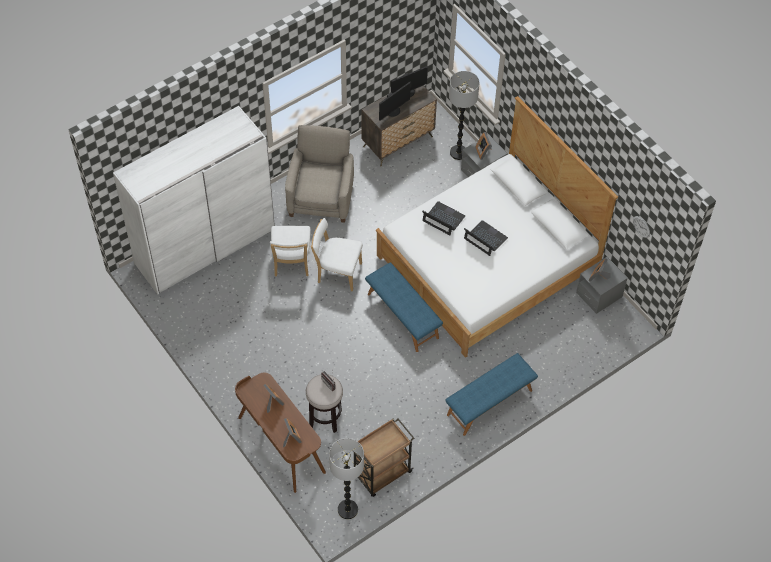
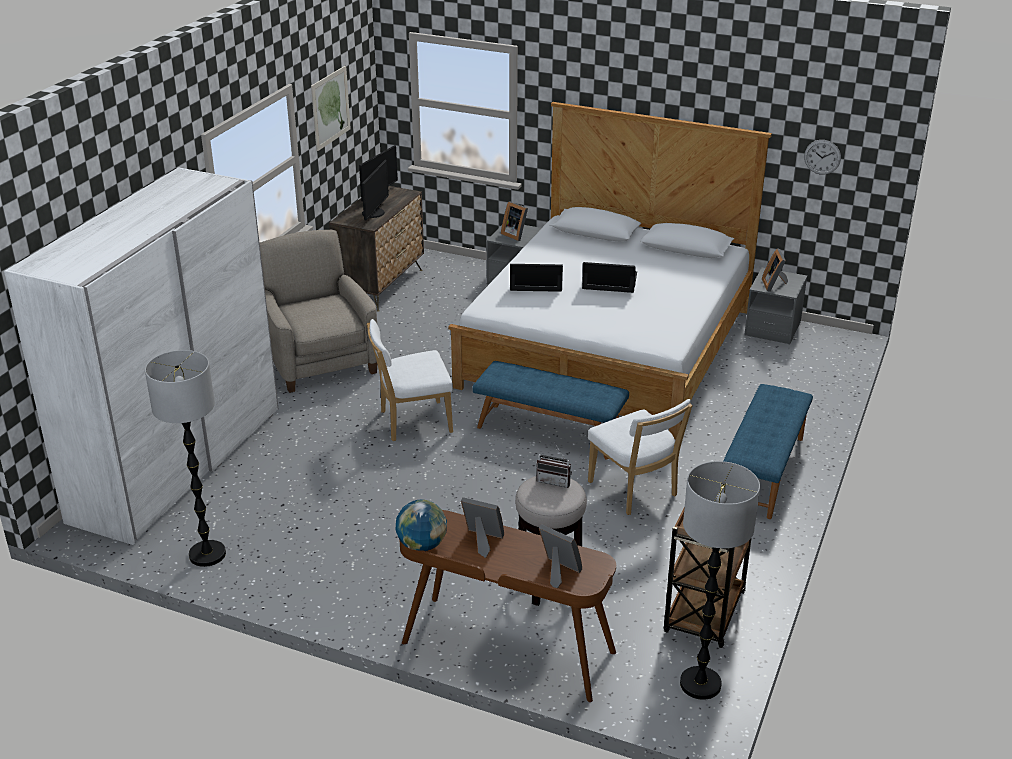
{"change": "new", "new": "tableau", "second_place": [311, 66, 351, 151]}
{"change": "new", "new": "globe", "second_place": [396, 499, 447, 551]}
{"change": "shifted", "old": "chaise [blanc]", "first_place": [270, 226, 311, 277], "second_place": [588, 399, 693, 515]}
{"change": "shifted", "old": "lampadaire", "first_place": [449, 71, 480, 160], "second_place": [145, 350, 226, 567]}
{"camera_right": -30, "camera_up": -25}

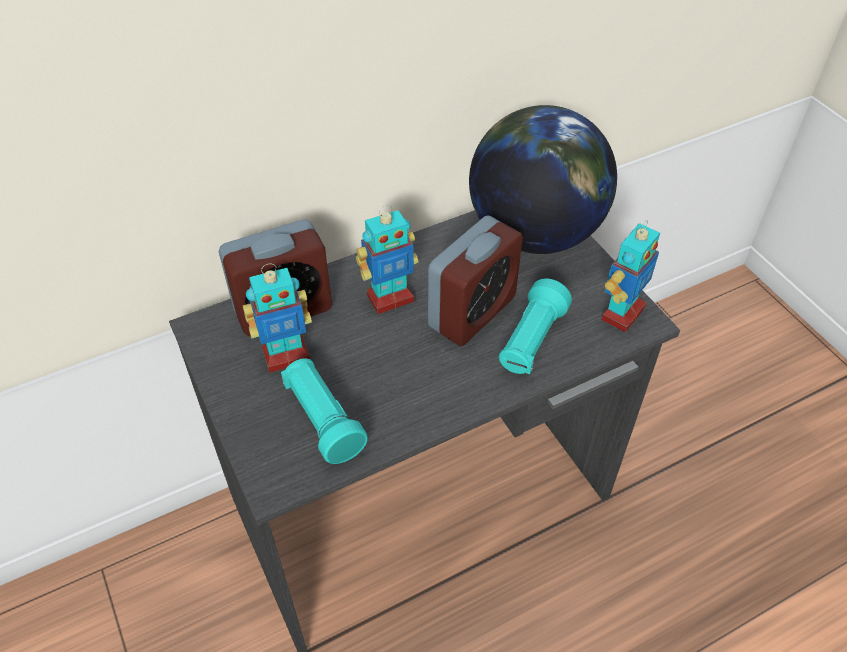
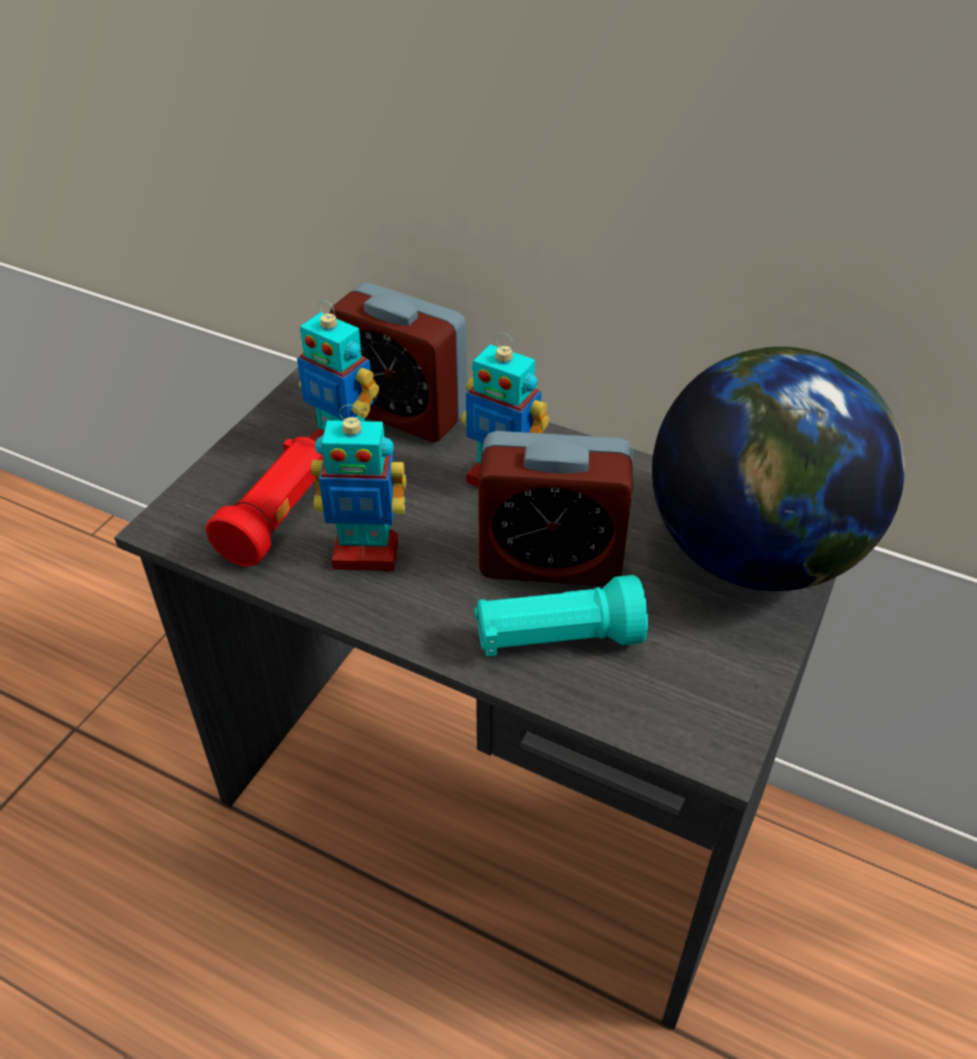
{"change": "shifted", "old": "robot jouet", "first_place": [602, 220, 660, 333], "second_place": [311, 405, 406, 571]}
{"change": "repainted", "old": "lampe de poche [turquoise]", "new": "lampe de poche [rouge]", "first_place": [281, 358, 368, 464], "second_place": [206, 437, 324, 566]}
{"camera_right": 55, "camera_up": -5}

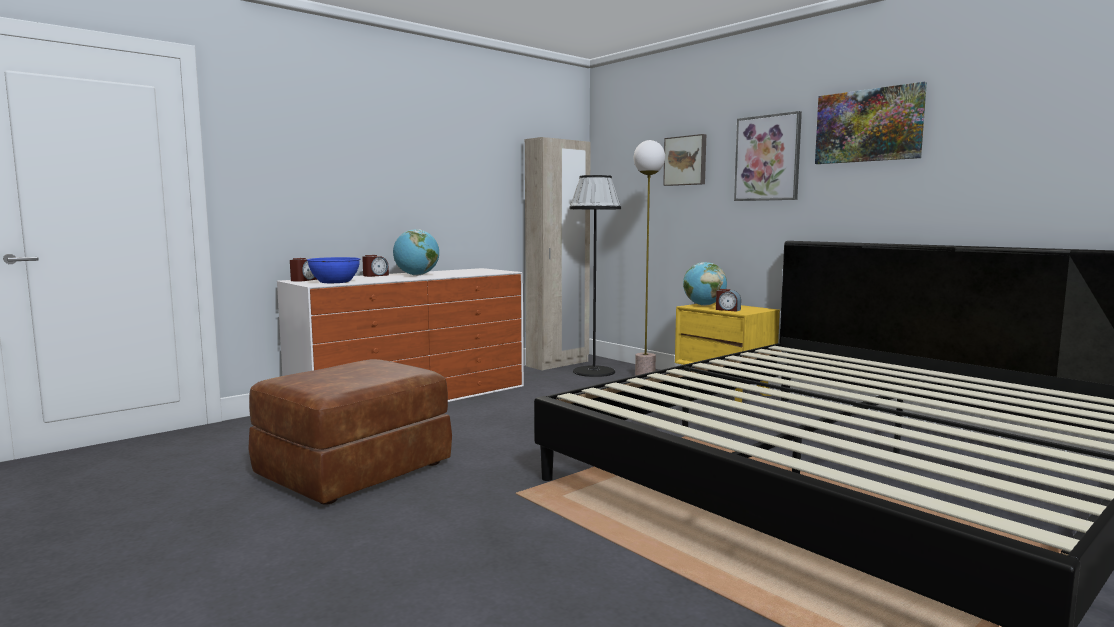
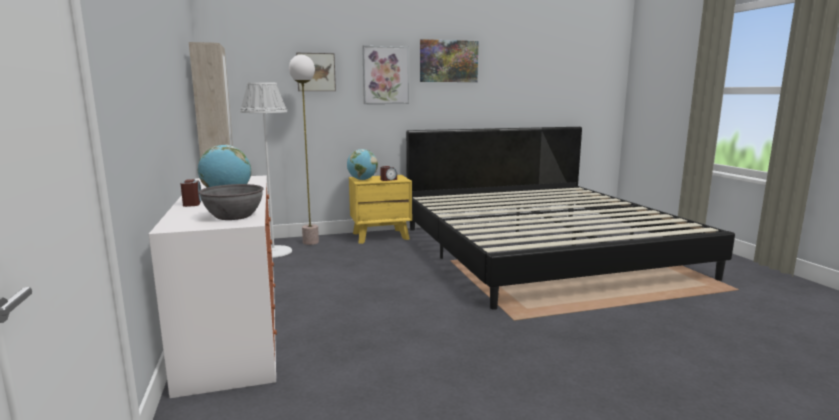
{"change": "gone", "old": "pouf [marron]", "first_place": [248, 359, 452, 505]}
{"change": "gone", "old": "réveil", "first_place": [290, 258, 317, 282]}
{"change": "repainted", "old": "bol [bleu]", "new": "bol [gris]", "first_place": [307, 257, 360, 283], "second_place": [199, 184, 264, 220]}
{"change": "repainted", "old": "lampadaire [noir]", "new": "lampadaire [blanc]", "first_place": [570, 175, 621, 377], "second_place": [240, 82, 292, 258]}
{"camera_right": -65, "camera_up": 5}

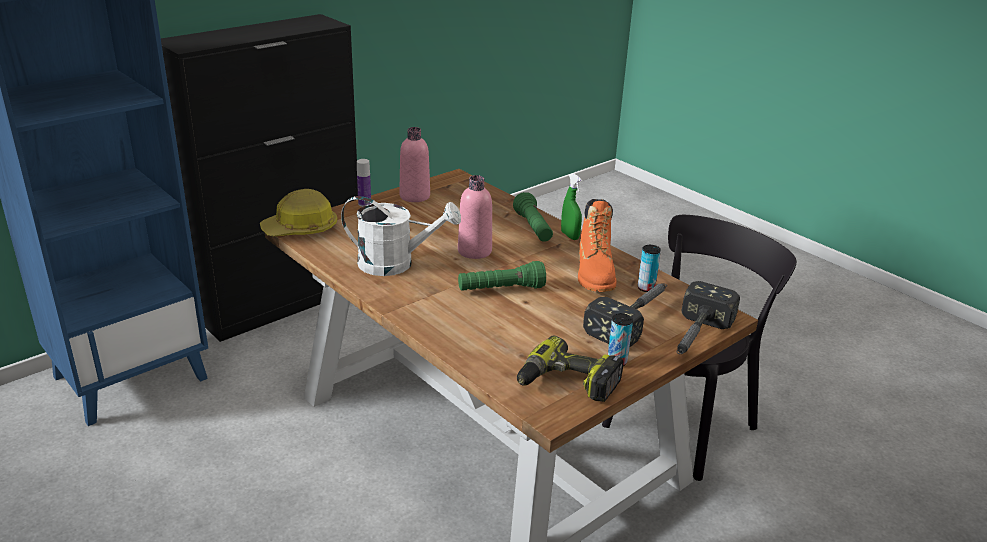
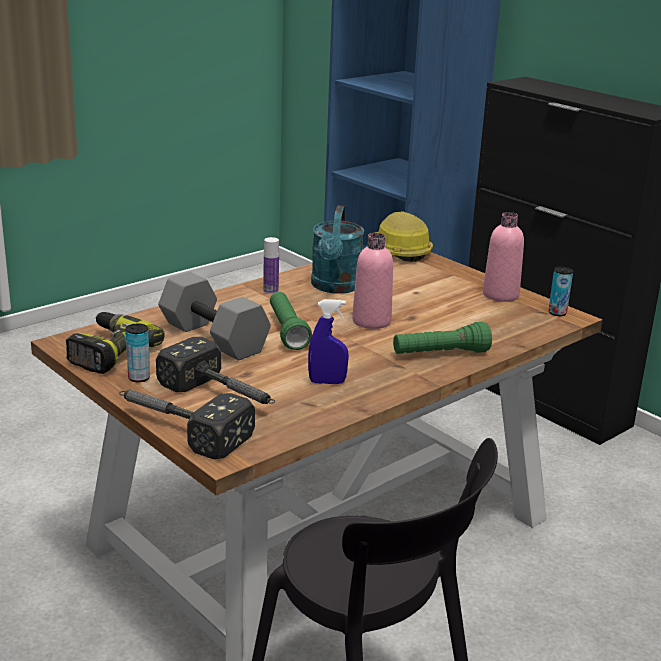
{"change": "gone", "old": "vaporisateur [vert]", "first_place": [561, 173, 582, 240]}
{"change": "new", "new": "haltère [gris]", "second_place": [158, 272, 271, 361]}
{"change": "shifted", "old": "bouteille", "first_place": [357, 159, 371, 207], "second_place": [263, 237, 279, 294]}
{"change": "shifted", "old": "boîte métallique", "first_place": [638, 245, 661, 292], "second_place": [549, 267, 573, 316]}
{"change": "swapped", "old": "botte [orange]", "new": "vaporisateur [bleu]", "first_place": [578, 199, 617, 292], "second_place": [308, 299, 349, 384]}
{"change": "repainted", "old": "arrosoir [blanc]", "new": "arrosoir [turquoise]", "first_place": [341, 196, 461, 276], "second_place": [311, 206, 364, 294]}
{"camera_right": 90, "camera_up": -5}

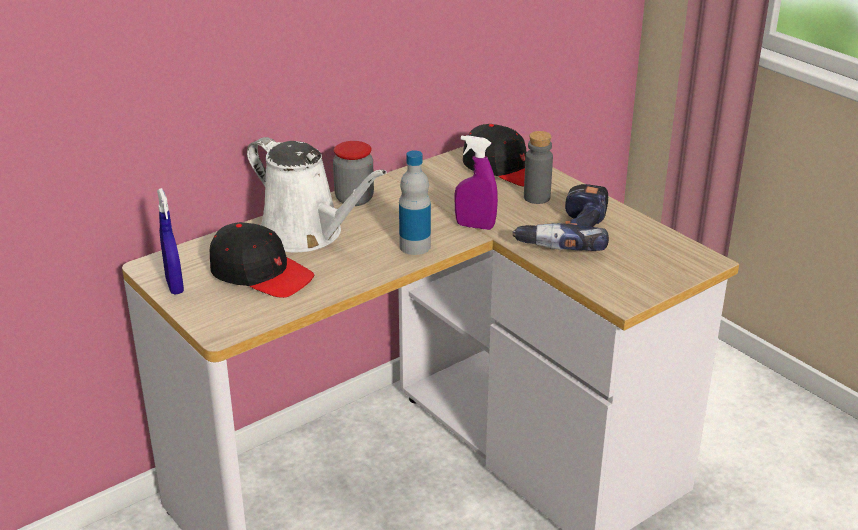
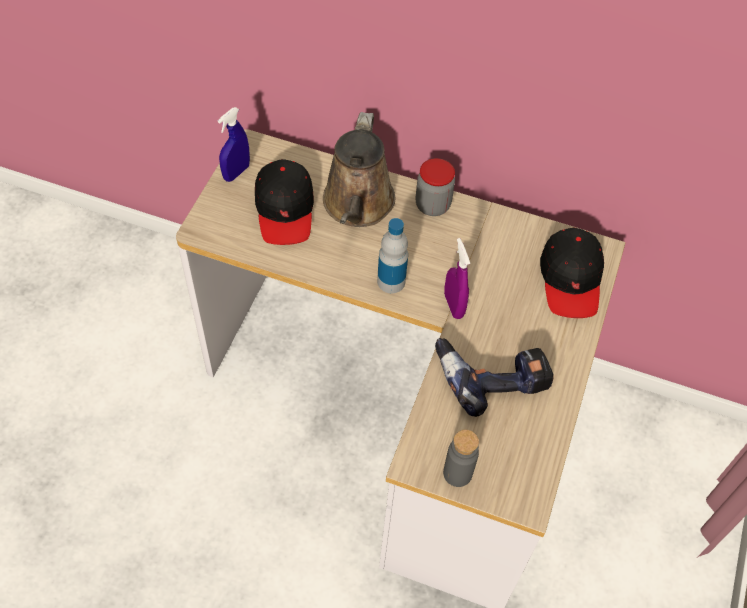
{"change": "shifted", "old": "bouteille [gris]", "first_place": [524, 131, 553, 204], "second_place": [443, 430, 479, 487]}
{"change": "repainted", "old": "arrosoir [blanc]", "new": "arrosoir [marron]", "first_place": [247, 137, 387, 252], "second_place": [323, 112, 395, 227]}
{"camera_right": 55, "camera_up": 25}

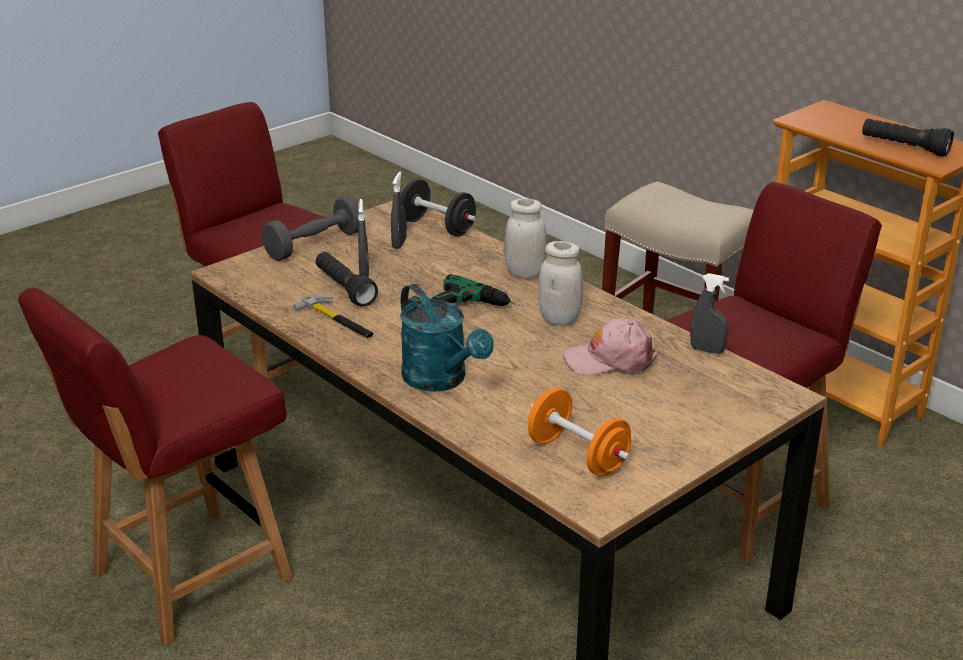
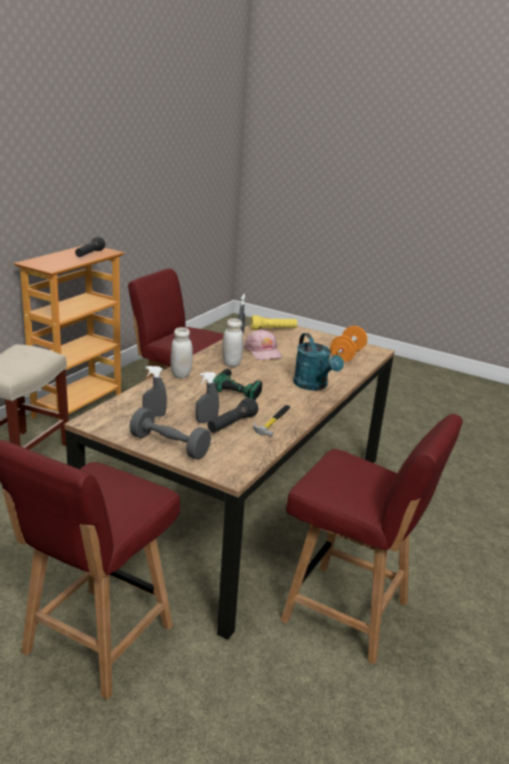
{"change": "gone", "old": "haltère [noir]", "first_place": [400, 179, 476, 237]}
{"change": "new", "new": "lampe de poche [jaune]", "second_place": [251, 315, 297, 330]}
{"change": "rotated", "old": "arrosoir [turquoise]", "first_place": [400, 284, 494, 392], "second_place": [293, 333, 344, 391], "degrees": 120}
{"camera_right": -110, "camera_up": -5}

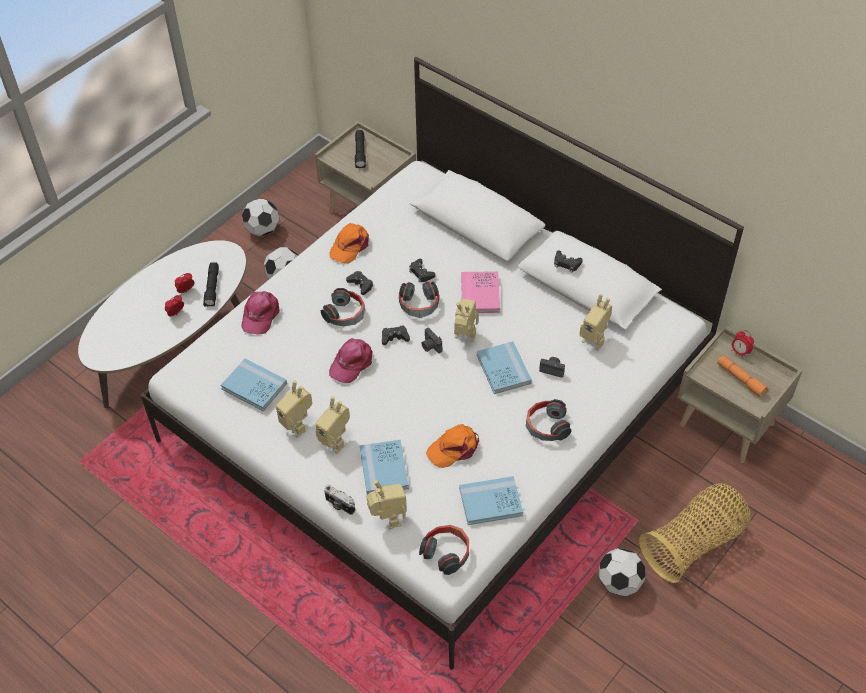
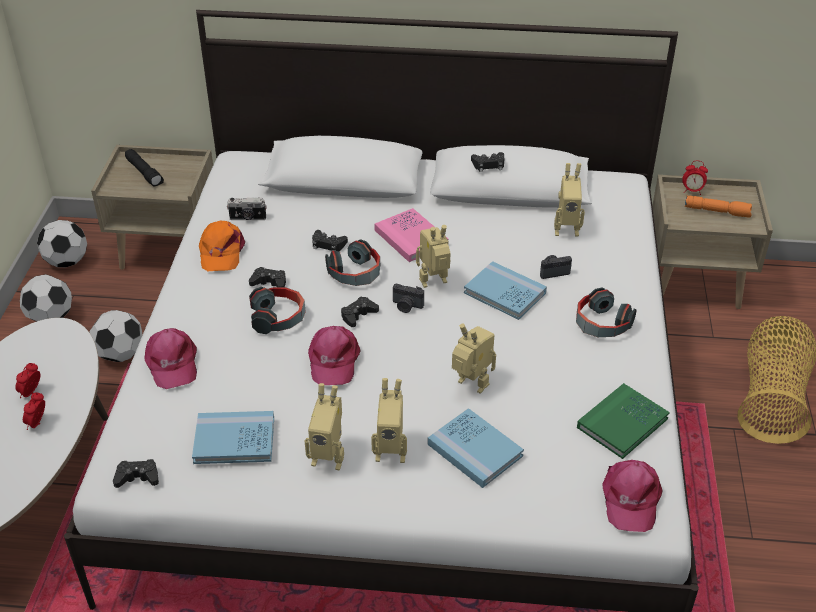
{"change": "gone", "old": "lampe de poche [noir]", "first_place": [203, 262, 219, 307]}
{"change": "gone", "old": "casquette [orange]", "first_place": [426, 424, 479, 468]}
{"change": "new", "new": "manette [noir]", "second_place": [113, 459, 159, 488]}
{"change": "shifted", "old": "appareil photo", "first_place": [324, 485, 355, 515], "second_place": [227, 198, 267, 220]}
{"change": "shifted", "old": "robot jouet", "first_place": [367, 480, 407, 529], "second_place": [452, 324, 496, 394]}
{"change": "shifted", "old": "ballon de foot", "first_place": [599, 548, 646, 596], "second_place": [37, 220, 87, 267]}
{"change": "swapped", "old": "casque audio", "new": "casquette [rose]", "first_place": [419, 525, 469, 575], "second_place": [603, 460, 663, 532]}
{"change": "repainted", "old": "livre [bleu]", "new": "livre [vert]", "first_place": [460, 476, 523, 525], "second_place": [577, 383, 670, 459]}
{"camera_right": -35, "camera_up": -10}

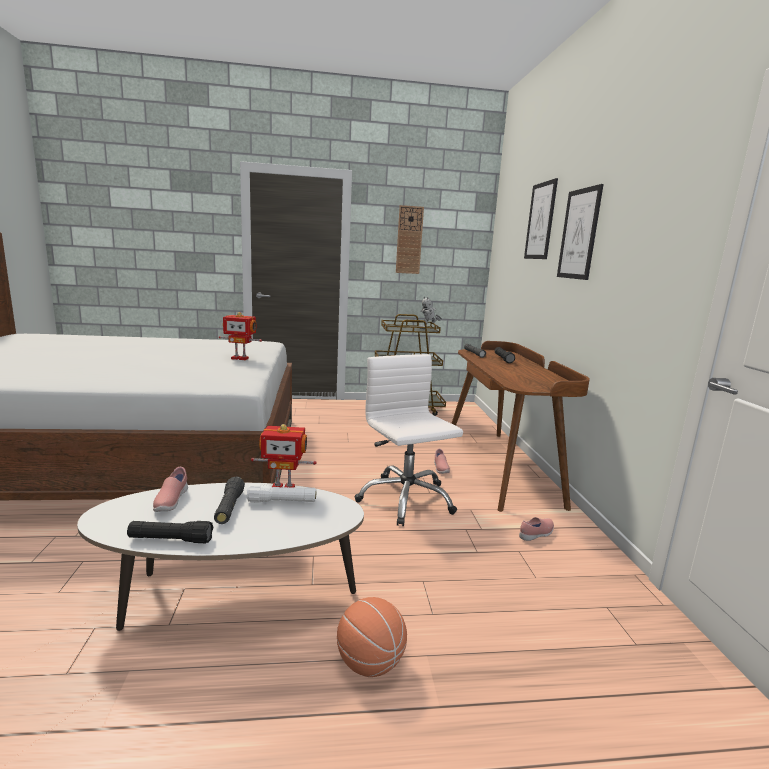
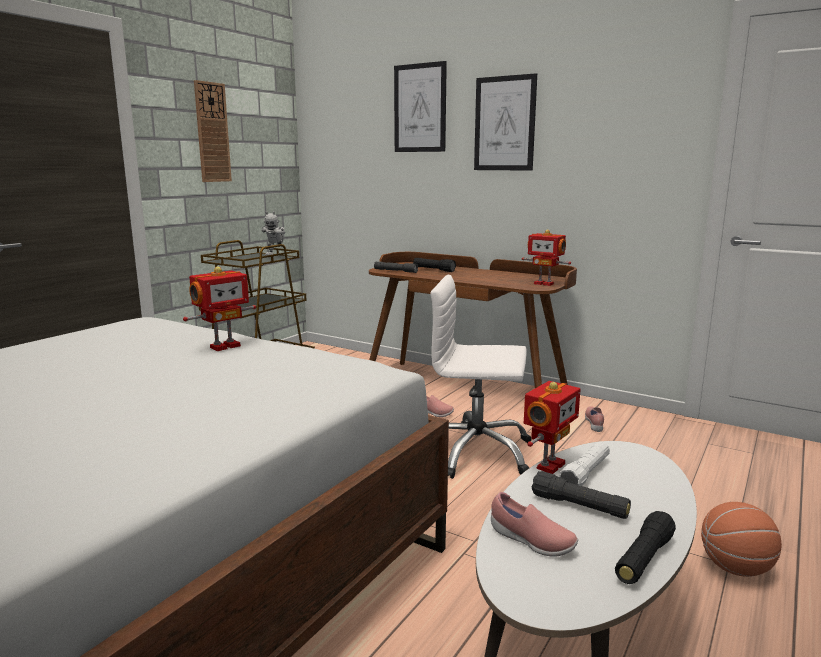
{"change": "new", "new": "robot jouet", "second_place": [522, 229, 571, 286]}
{"camera_right": -50, "camera_up": 0}

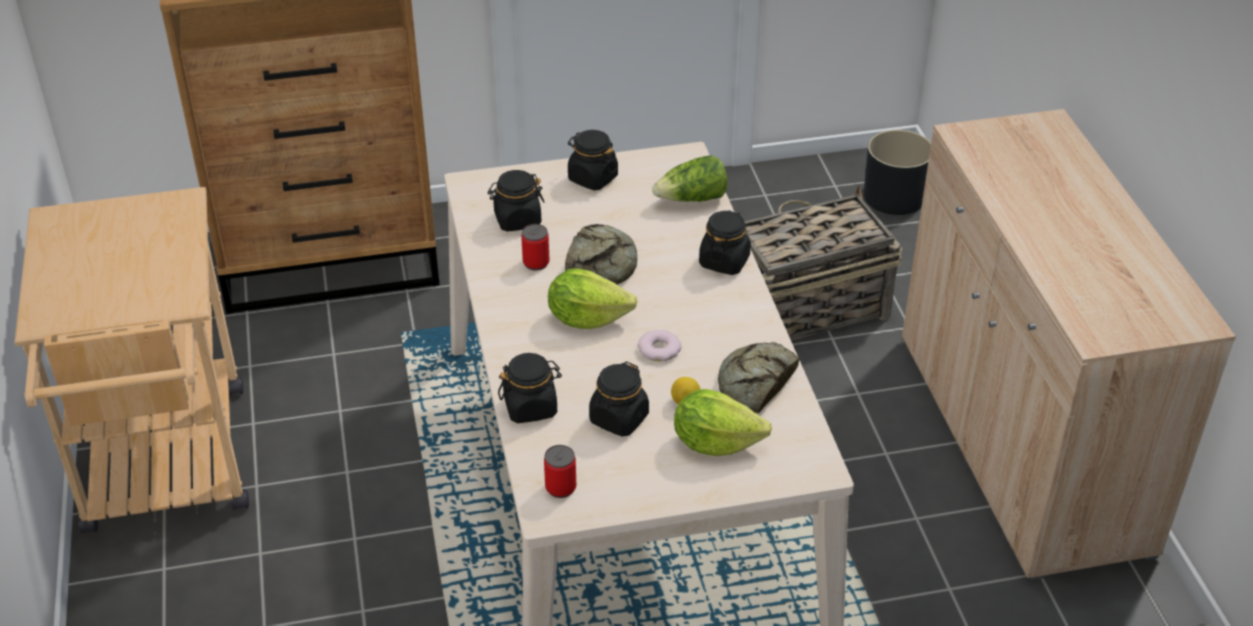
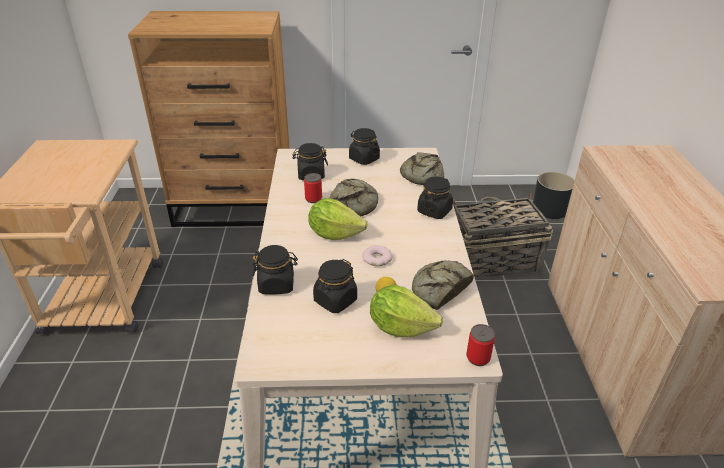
{"change": "shifted", "old": "boîte métallique", "first_place": [544, 445, 576, 498], "second_place": [466, 324, 495, 366]}
{"change": "swapped", "old": "laitue", "new": "pain", "first_place": [652, 155, 728, 202], "second_place": [400, 152, 444, 185]}
{"camera_right": 10, "camera_up": -5}

